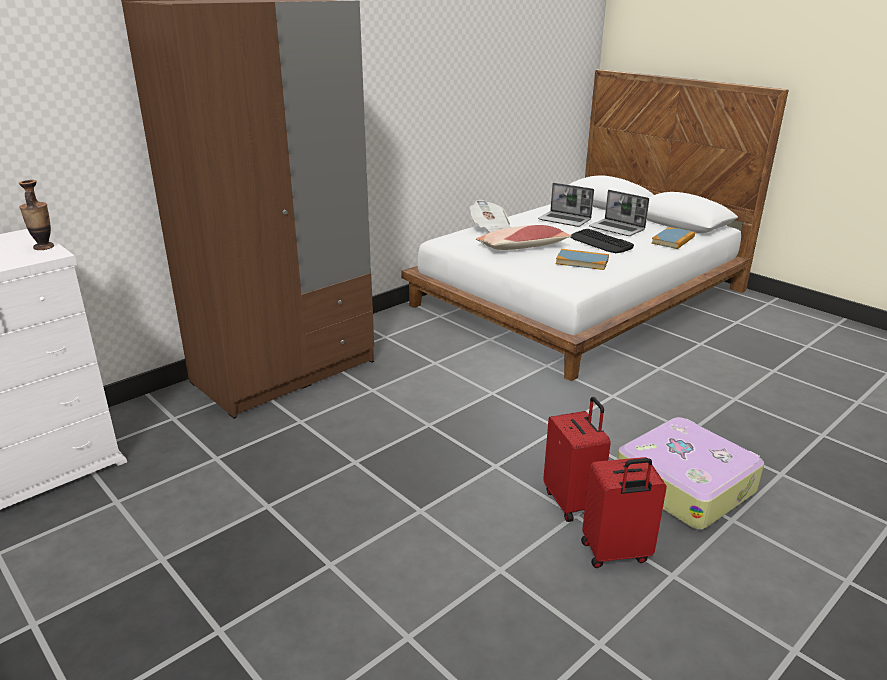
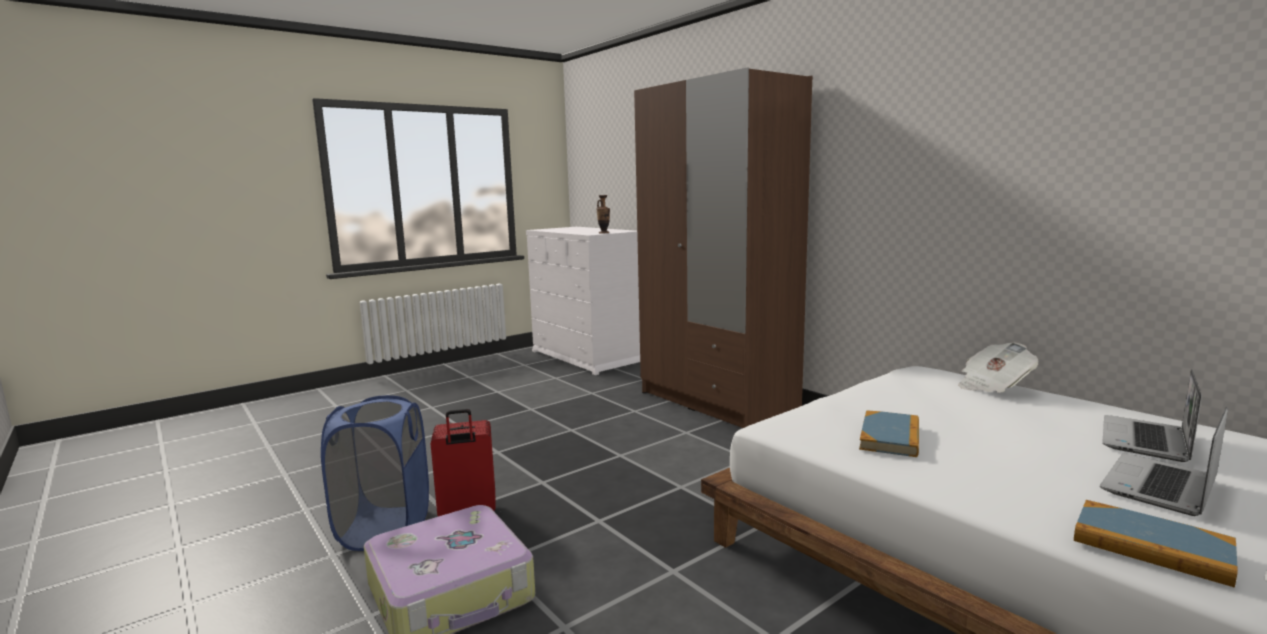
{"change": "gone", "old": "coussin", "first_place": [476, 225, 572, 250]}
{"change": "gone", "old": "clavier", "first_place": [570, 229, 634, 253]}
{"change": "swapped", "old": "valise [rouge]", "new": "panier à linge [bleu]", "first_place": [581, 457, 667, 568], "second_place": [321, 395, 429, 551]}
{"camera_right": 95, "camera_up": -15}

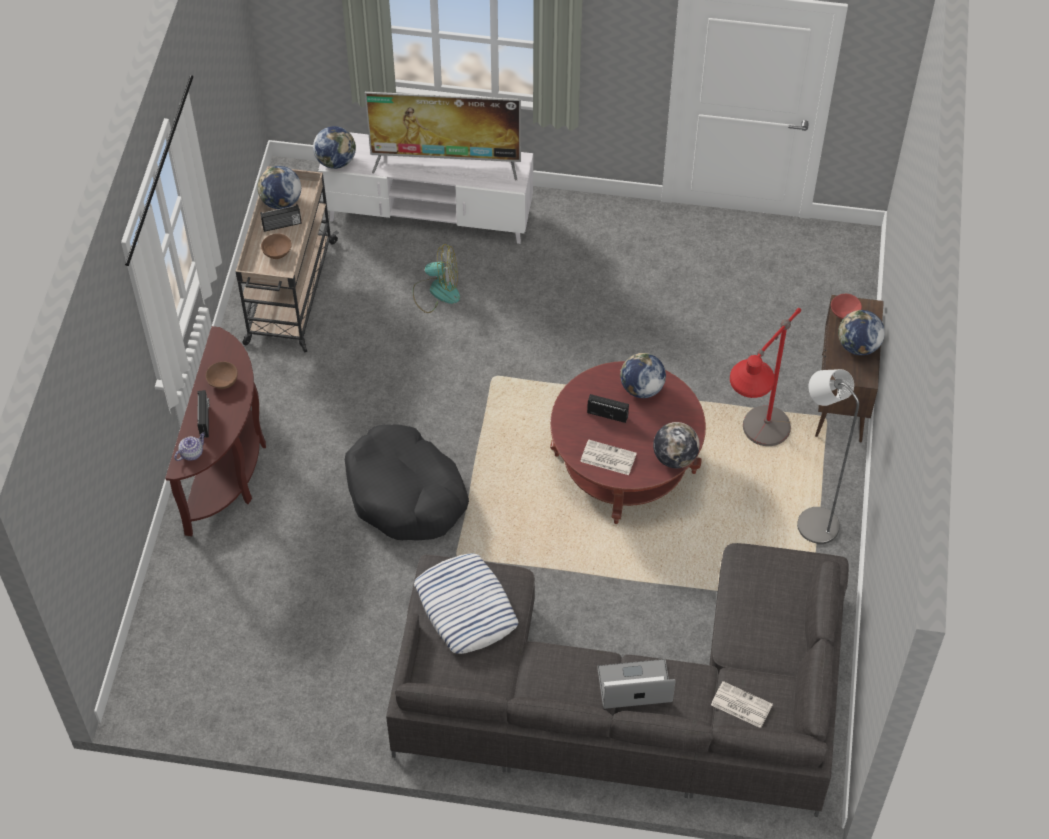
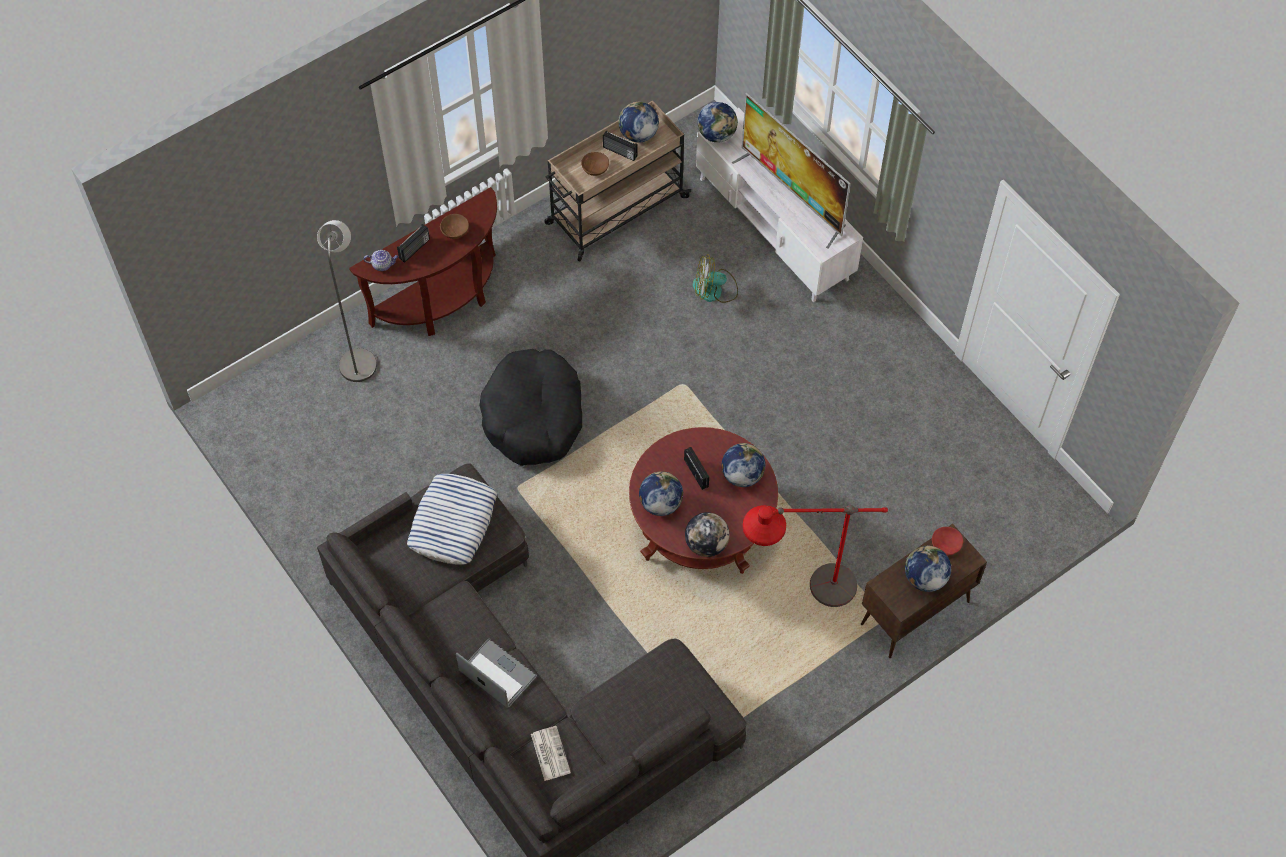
{"change": "shifted", "old": "lampadaire [gris]", "first_place": [797, 369, 859, 544], "second_place": [317, 220, 377, 382]}
{"change": "swapped", "old": "journal", "new": "globe", "first_place": [580, 439, 637, 475], "second_place": [639, 471, 683, 516]}
{"change": "rotated", "old": "ventilateur", "first_place": [413, 244, 460, 313], "second_place": [693, 254, 738, 303], "degrees": 135}
{"camera_right": 45, "camera_up": 5}

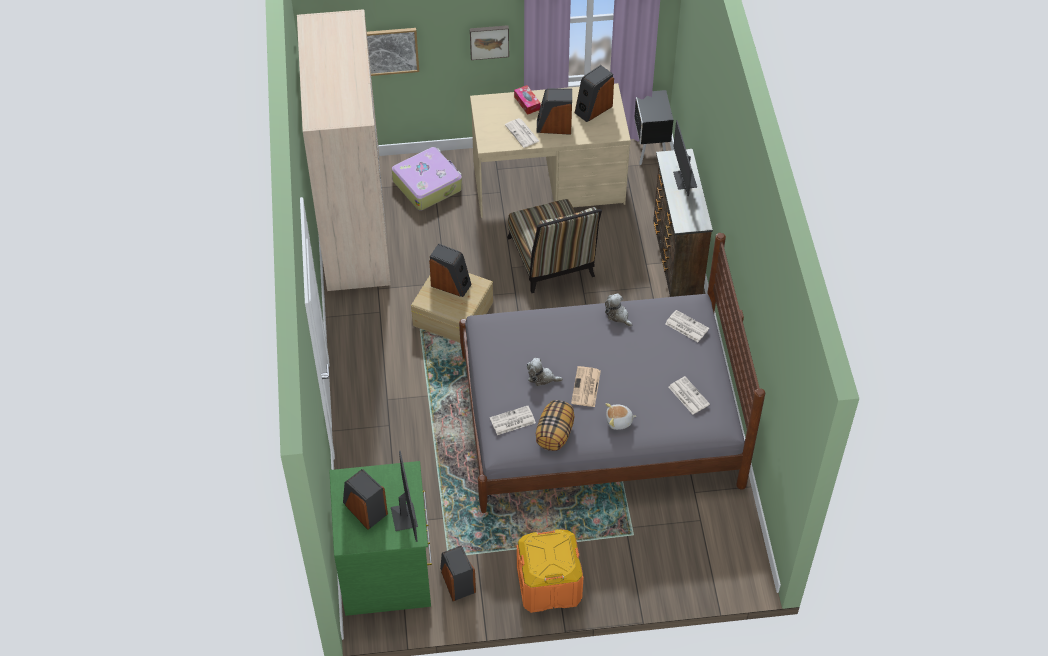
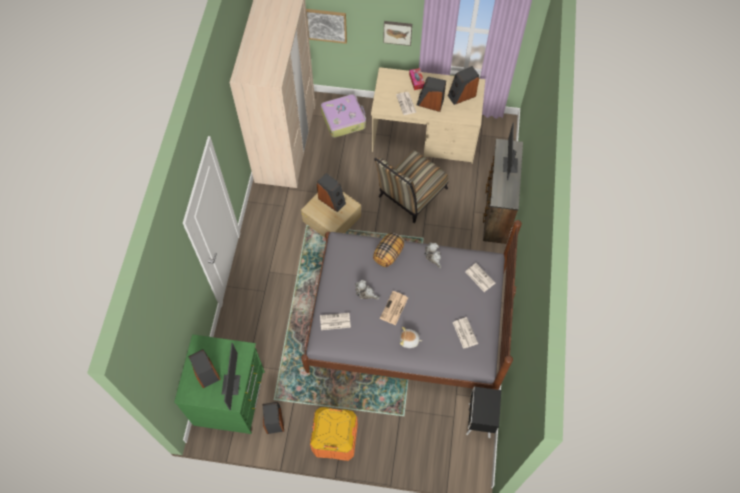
{"change": "shifted", "old": "coussin", "first_place": [536, 400, 575, 451], "second_place": [373, 232, 404, 267]}
{"change": "shifted", "old": "table de chevet [noir]", "first_place": [634, 90, 673, 165], "second_place": [466, 387, 501, 438]}
{"change": "rotated", "old": "chaise", "first_place": [507, 199, 602, 293], "second_place": [374, 150, 448, 223], "degrees": 45}
{"camera_right": 15, "camera_up": 10}

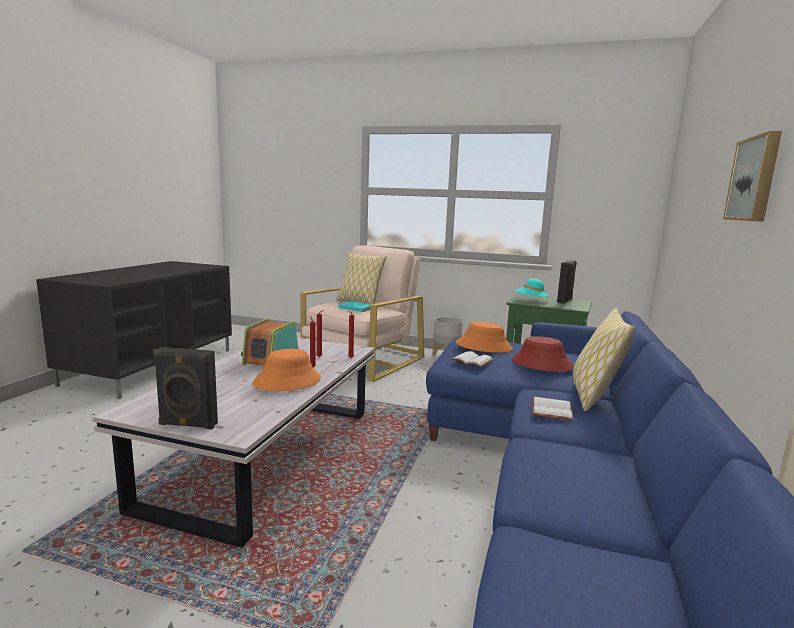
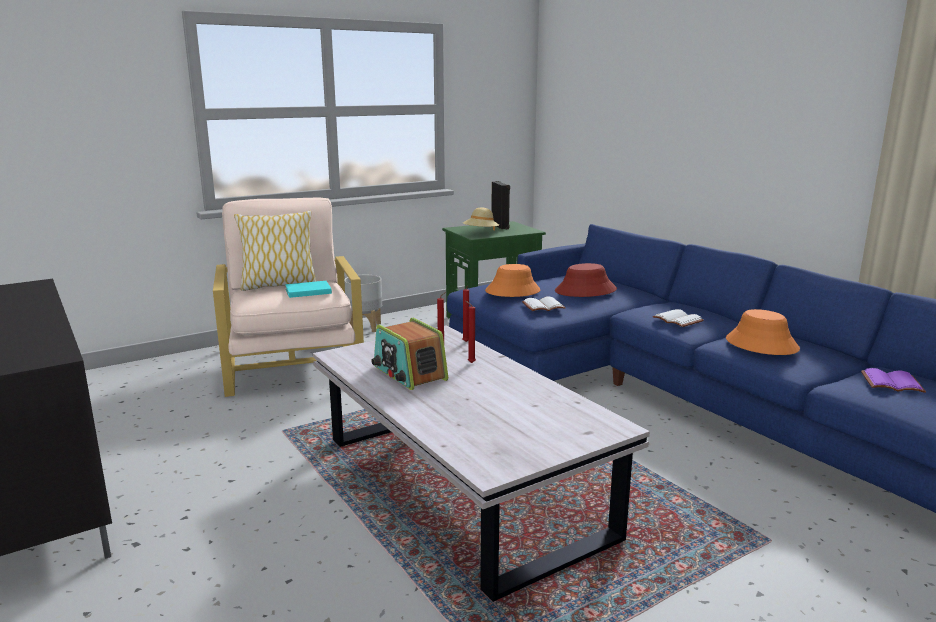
{"change": "gone", "old": "enceinte [noir]", "first_place": [153, 347, 218, 429]}
{"change": "gone", "old": "coussin", "first_place": [573, 308, 635, 411]}
{"change": "gone", "old": "tableau", "first_place": [723, 131, 782, 222]}
{"change": "new", "new": "livre [violet]", "second_place": [861, 368, 926, 393]}
{"change": "shifted", "old": "chapeau [orange]", "first_place": [252, 349, 321, 391], "second_place": [726, 309, 800, 355]}
{"change": "repainted", "old": "chapeau [turquoise]", "new": "chapeau [beige]", "first_place": [516, 278, 549, 297], "second_place": [463, 207, 499, 230]}
{"camera_right": -50, "camera_up": 5}

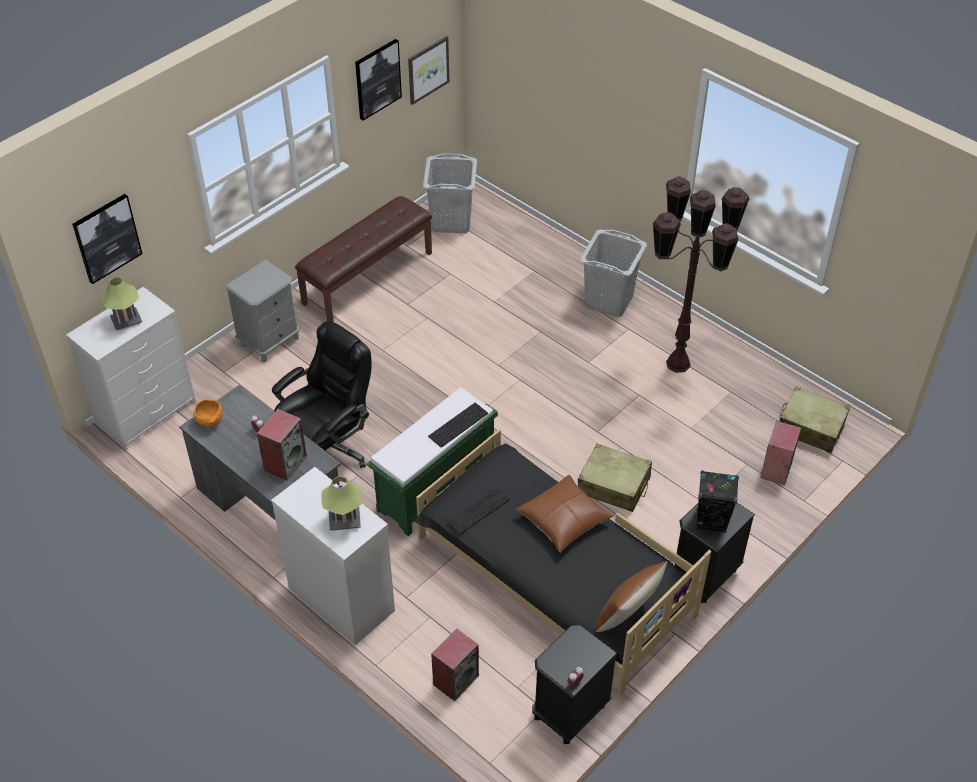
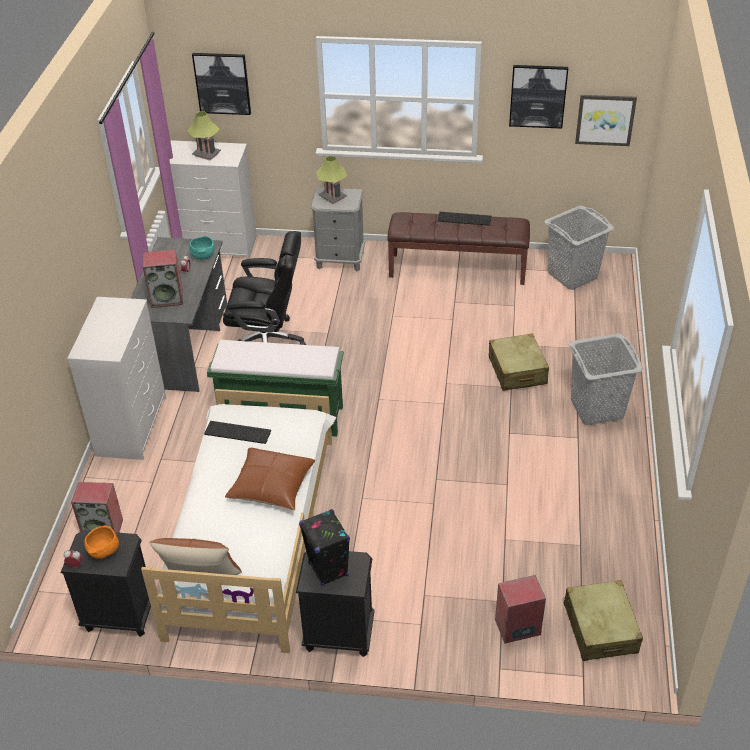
{"change": "gone", "old": "lampadaire [marron]", "first_place": [653, 176, 750, 373]}
{"change": "new", "new": "bol [turquoise]", "second_place": [189, 236, 215, 260]}
{"change": "shifted", "old": "bol [orange]", "first_place": [193, 399, 223, 427], "second_place": [84, 525, 119, 559]}
{"change": "shifted", "old": "lampe de table", "first_place": [322, 476, 362, 531], "second_place": [316, 156, 347, 204]}
{"change": "shifted", "old": "clavier", "first_place": [428, 403, 488, 448], "second_place": [438, 212, 492, 226]}
{"change": "shifted", "old": "valise [beige]", "first_place": [578, 444, 652, 512], "second_place": [489, 333, 549, 391]}
{"change": "repainted", "old": "lit [noir]", "new": "lit [blanc]", "first_place": [414, 429, 711, 696], "second_place": [141, 389, 337, 653]}
{"camera_right": 55, "camera_up": -5}

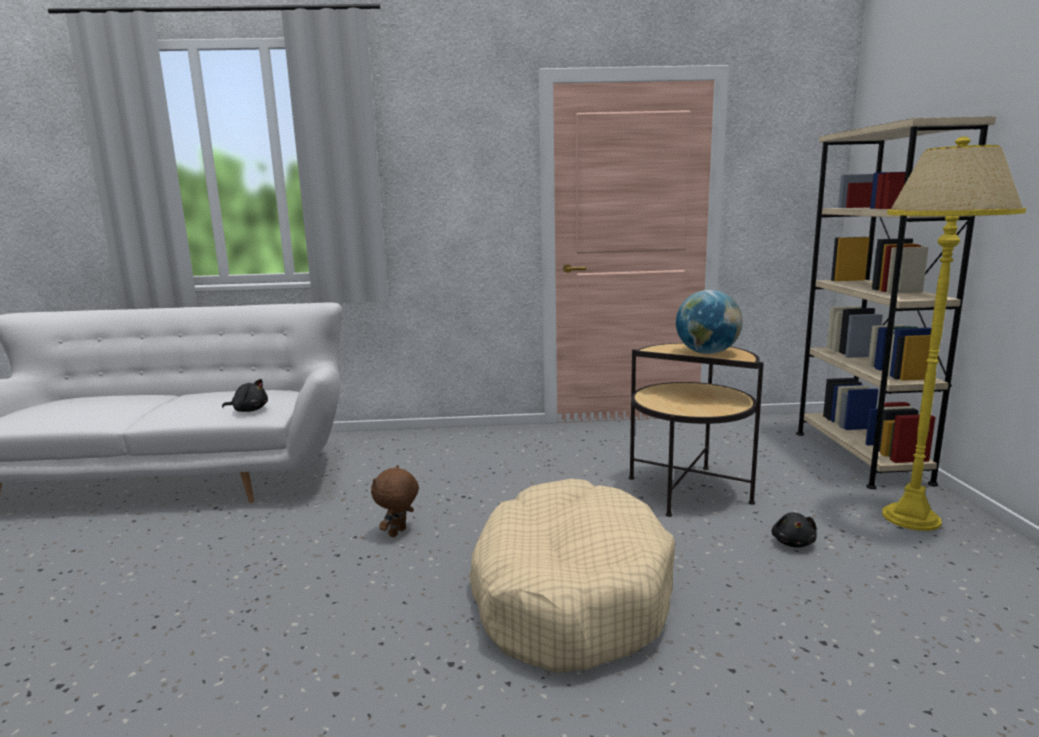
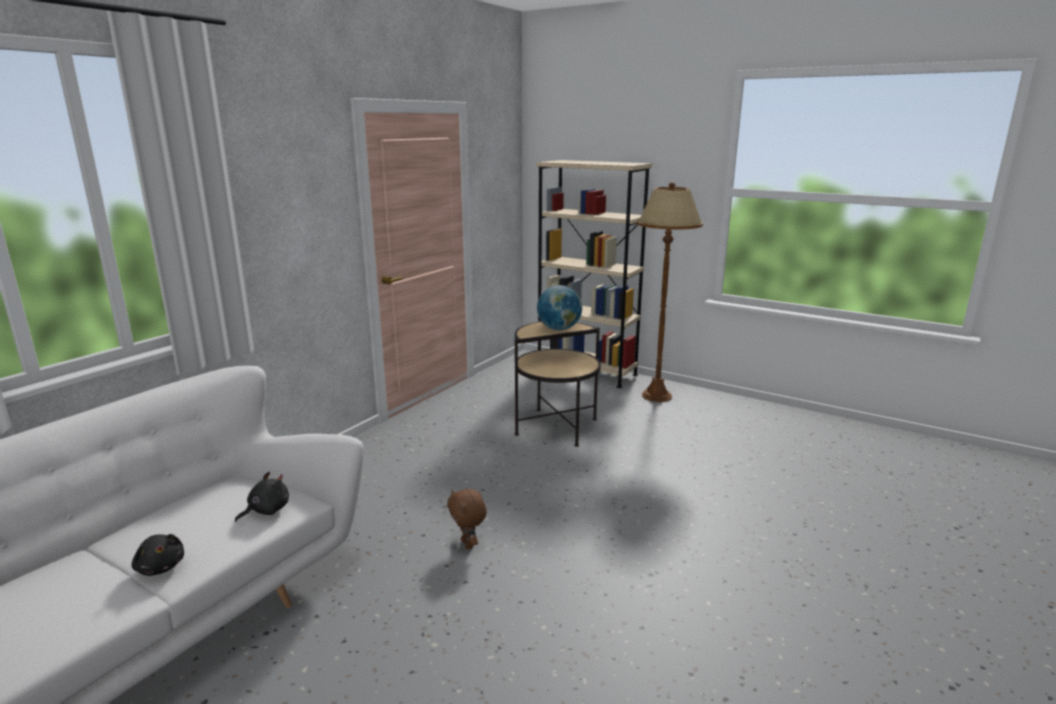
{"change": "gone", "old": "panier pour chien [beige]", "first_place": [469, 479, 675, 673]}
{"change": "shifted", "old": "peluche [noir]", "first_place": [772, 512, 817, 547], "second_place": [131, 534, 184, 576]}
{"change": "repainted", "old": "lampadaire [jaune]", "new": "lampadaire [marron]", "first_place": [882, 137, 1026, 531], "second_place": [637, 183, 703, 402]}
{"camera_right": -55, "camera_up": 5}

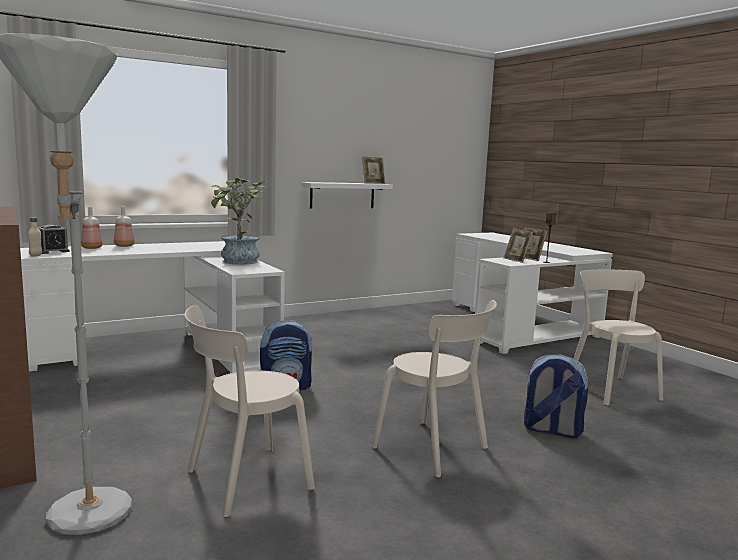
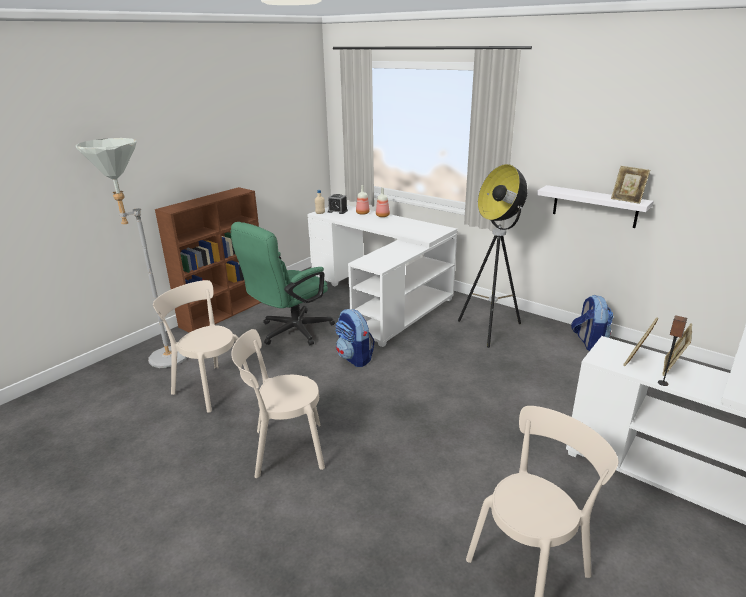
{"change": "gone", "old": "plante en pot", "first_place": [211, 178, 268, 265]}
{"change": "new", "new": "chaise de bureau [vert]", "second_place": [231, 222, 335, 345]}
{"change": "new", "new": "lampadaire", "second_place": [458, 164, 528, 348]}
{"change": "shifted", "old": "sac à dos", "first_place": [524, 354, 588, 438], "second_place": [571, 295, 613, 351]}
{"change": "rotated", "old": "chaise [beige]", "first_place": [372, 300, 497, 478], "second_place": [231, 329, 325, 478], "degrees": 60}
{"camera_right": 70, "camera_up": 15}

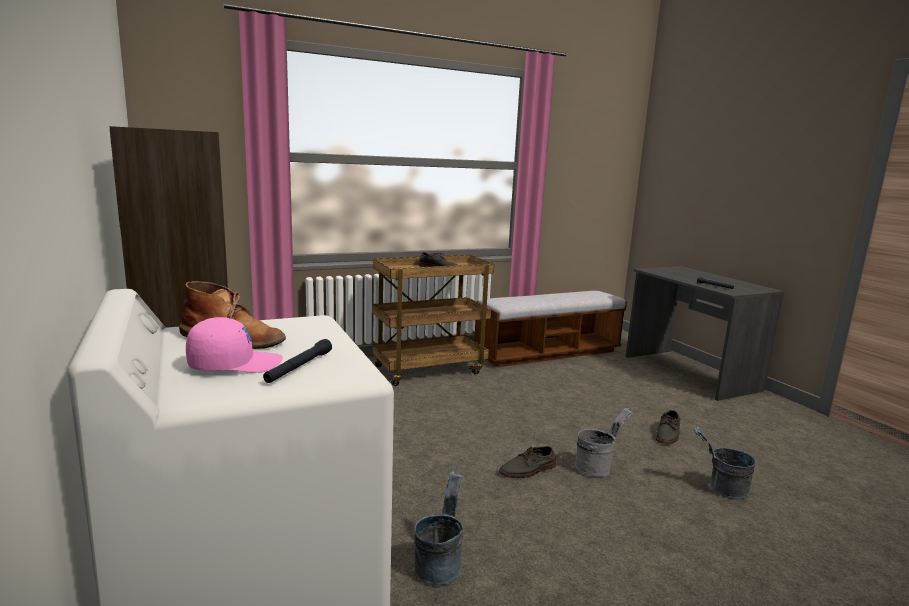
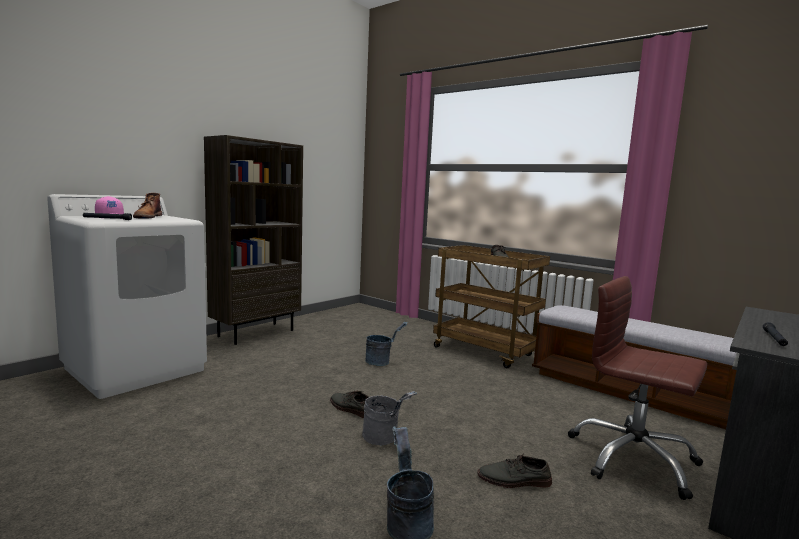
{"change": "new", "new": "chaise de bureau [marron]", "second_place": [568, 276, 707, 500]}
{"change": "shifted", "old": "seau [gris]", "first_place": [414, 471, 463, 585], "second_place": [365, 322, 408, 366]}
{"camera_right": 65, "camera_up": -5}

